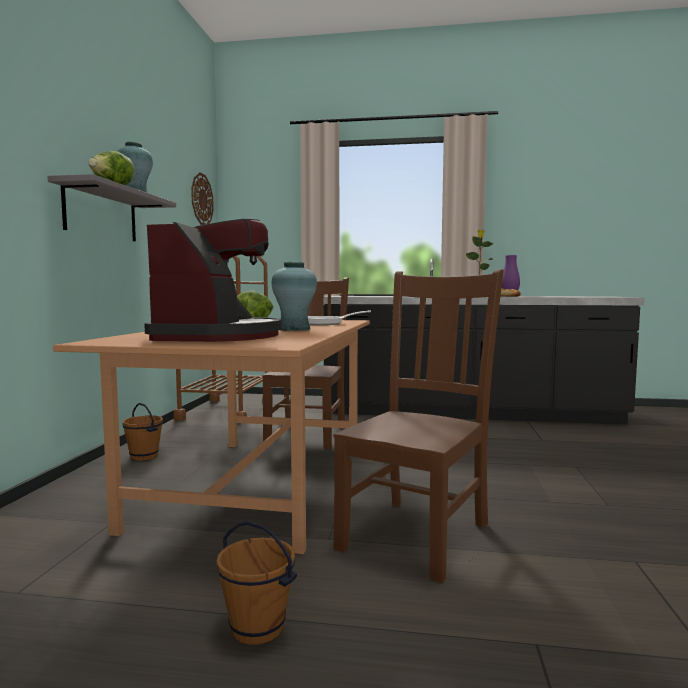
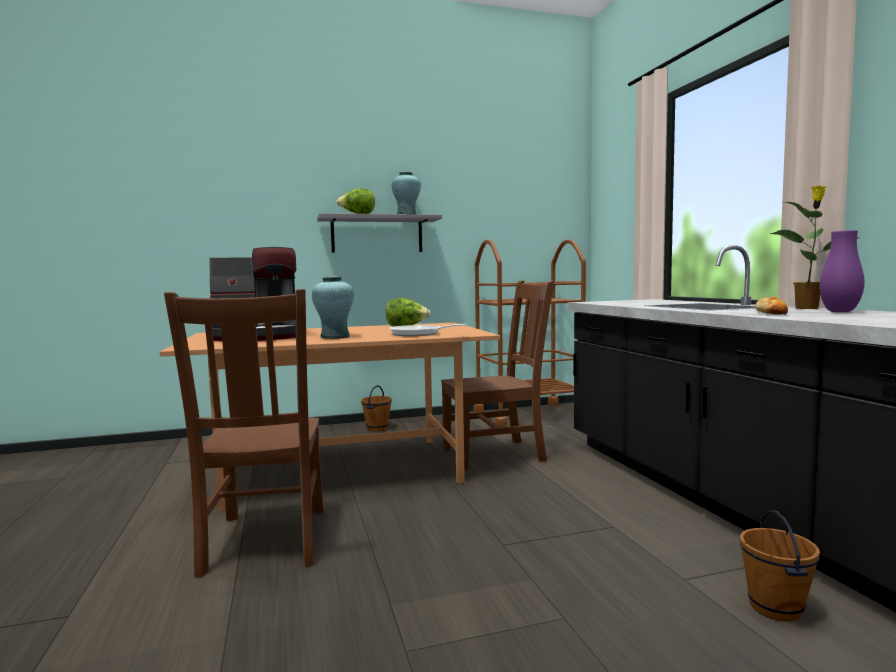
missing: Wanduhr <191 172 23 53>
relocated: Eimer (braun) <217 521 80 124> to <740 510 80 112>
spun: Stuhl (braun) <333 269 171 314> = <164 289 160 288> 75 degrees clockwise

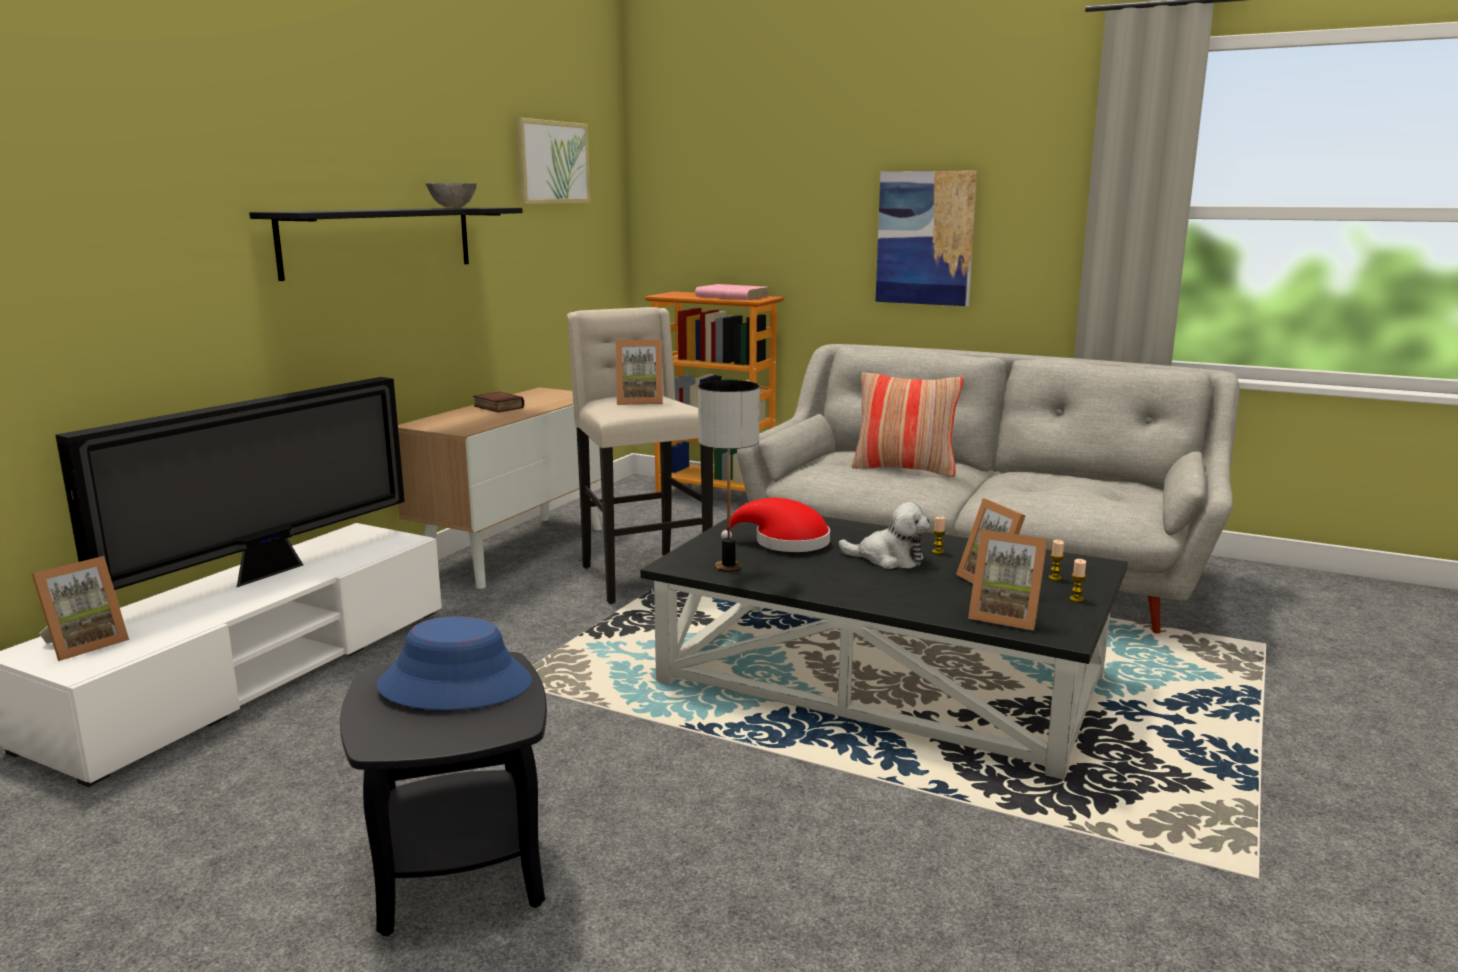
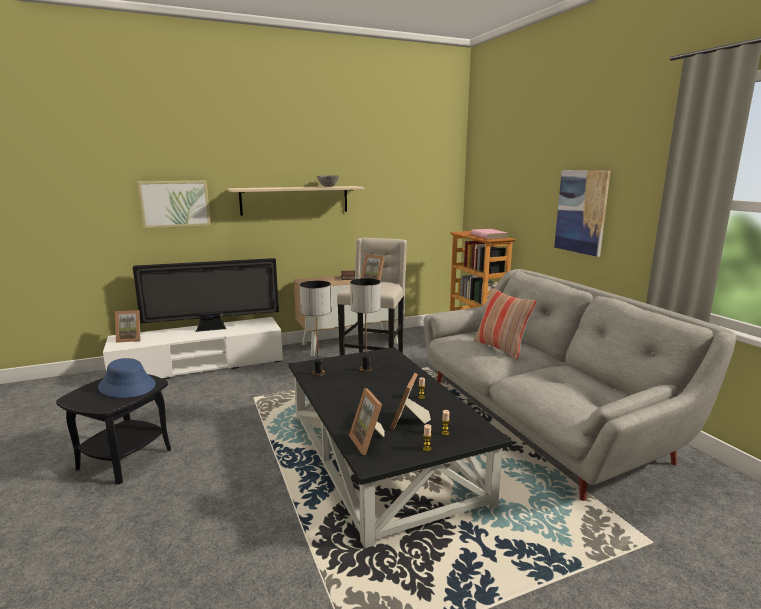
missing: Plüschtier <838 502 92 67>
relocated: Bild <515 118 75 86> to <137 181 74 48>
exchanged: Hut (rot) <721 498 109 54> to Tischlampe <350 278 31 94>
colour: Wandregal (schwarz) <249 207 274 74> to Wandregal (beige) <228 186 136 30>

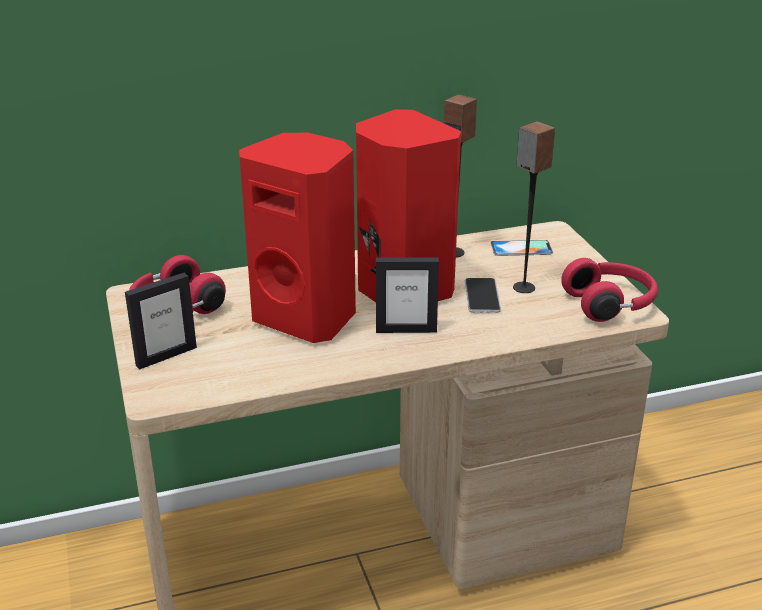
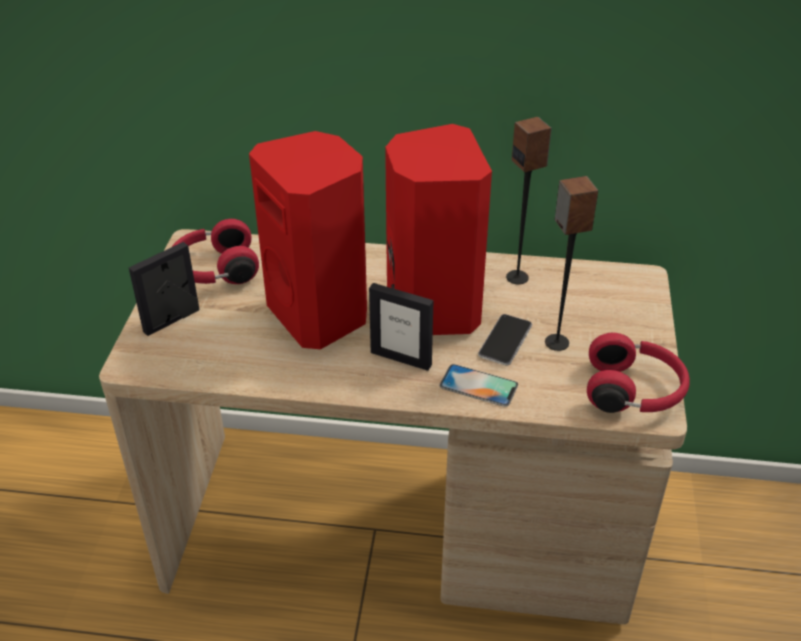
relocated: Handy <491 240 62 16> to <439 364 79 43>
spun: Bilderrahmen <125 273 72 96> = <129 242 71 94> 150 degrees clockwise

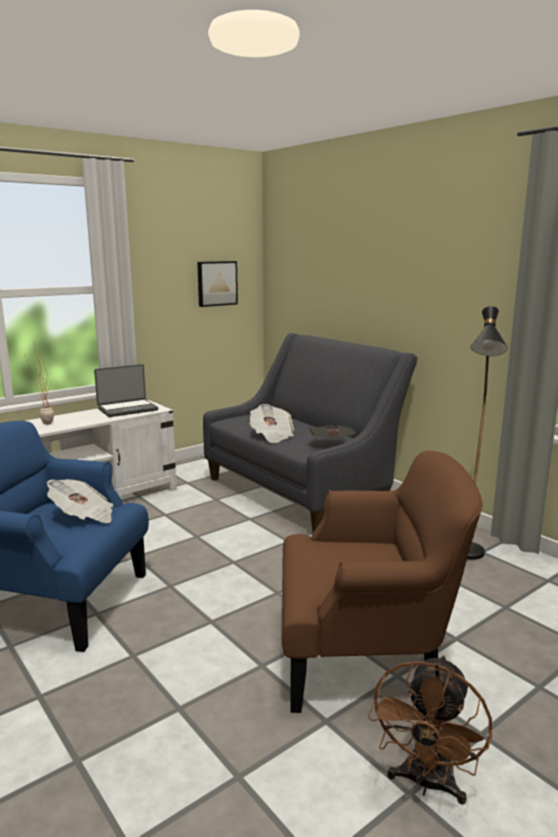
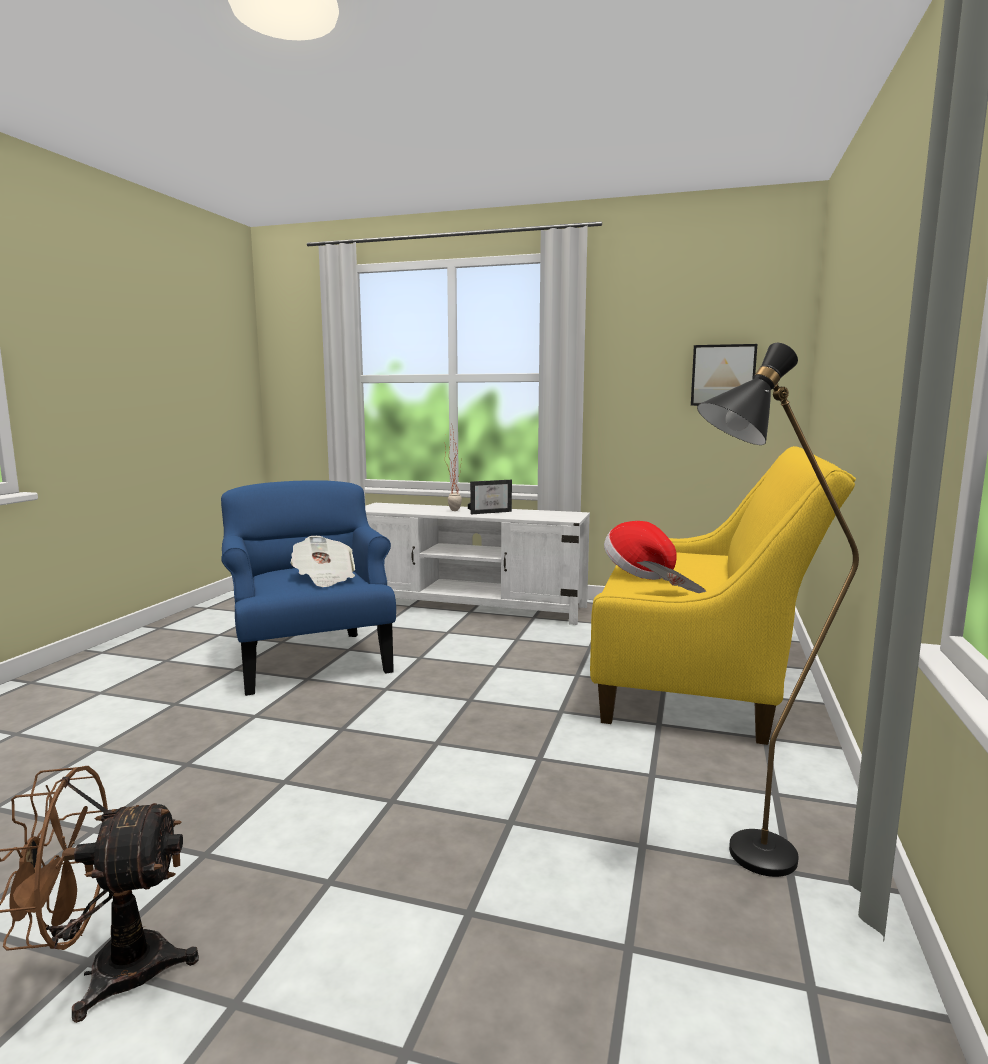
missing: Laptop <94 364 64 53>; Sessel (braun) <282 451 201 262>
appeared: Bilderrahmen <468 480 44 35>
exchanged: Zeitung <250 404 44 39> to Hut <604 521 73 60>
colour: Sofa (grau) <203 333 215 200> to Sofa (gelb) <590 446 266 299>

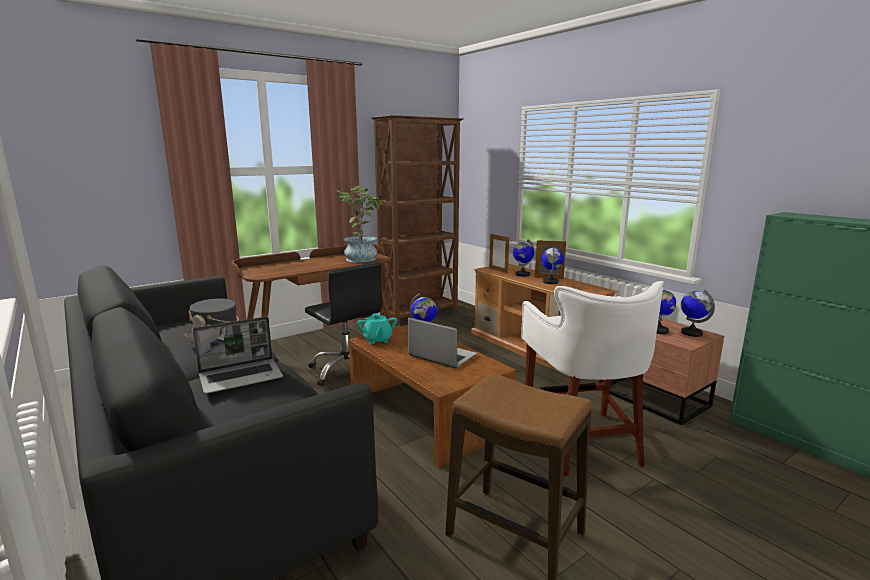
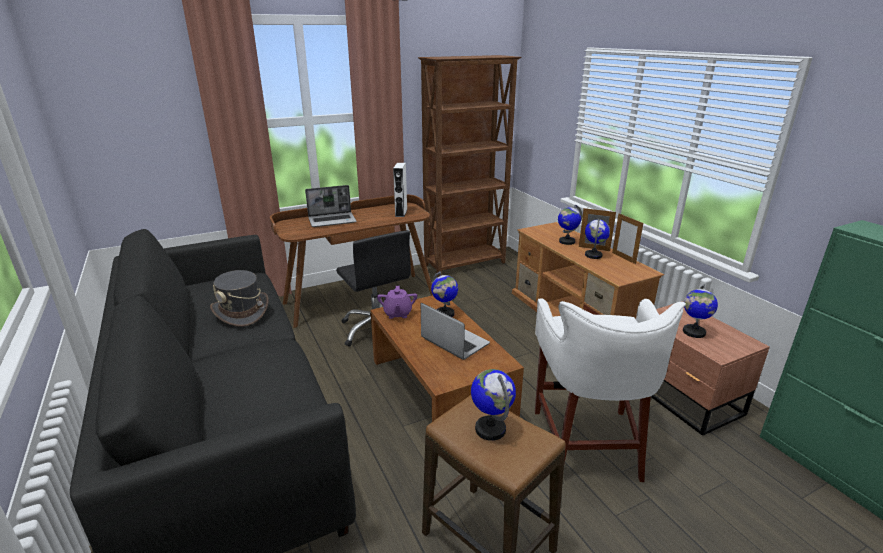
relocated: Laptop <193 316 90 78> to <305 185 52 42>; Globus <681 290 34 47> to <471 369 45 72>; Bilderrahmen <489 234 20 39> to <612 213 31 51>
exchanged: Topfpflanze <337 186 46 77> to Lautsprecher (weiß) <393 163 14 54>
colour: Teekanne (türkis) <357 313 40 31> to Teekanne (lila) <377 286 40 33>

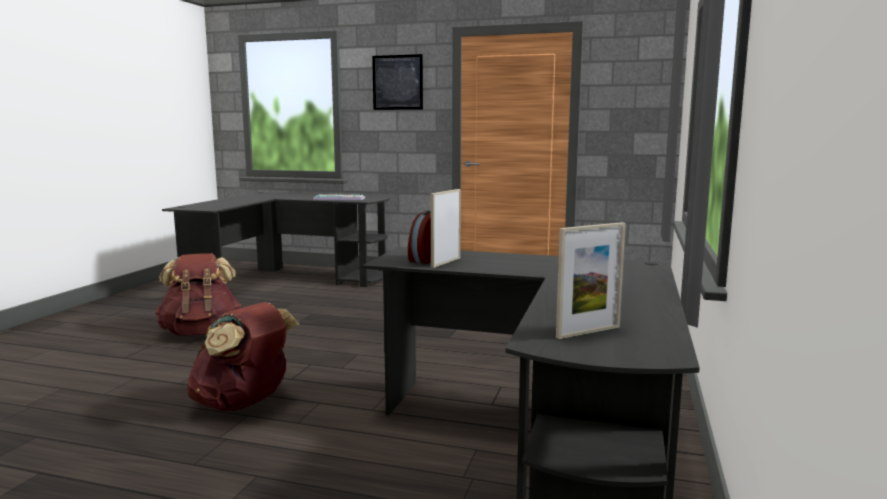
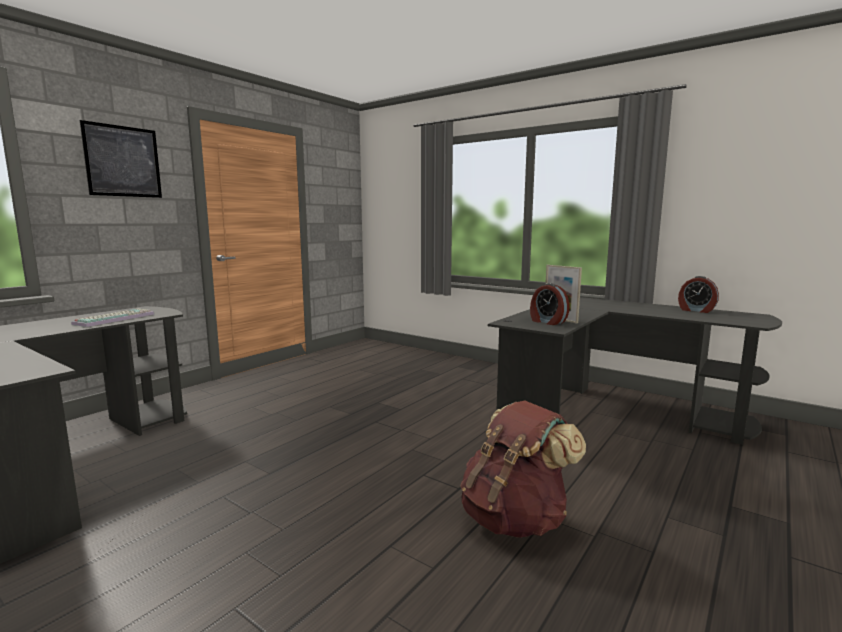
missing: Rucksack (braun) <155 253 86 83>; Bilderrahmen <556 222 70 117>
appeared: Wecker <678 276 41 37>

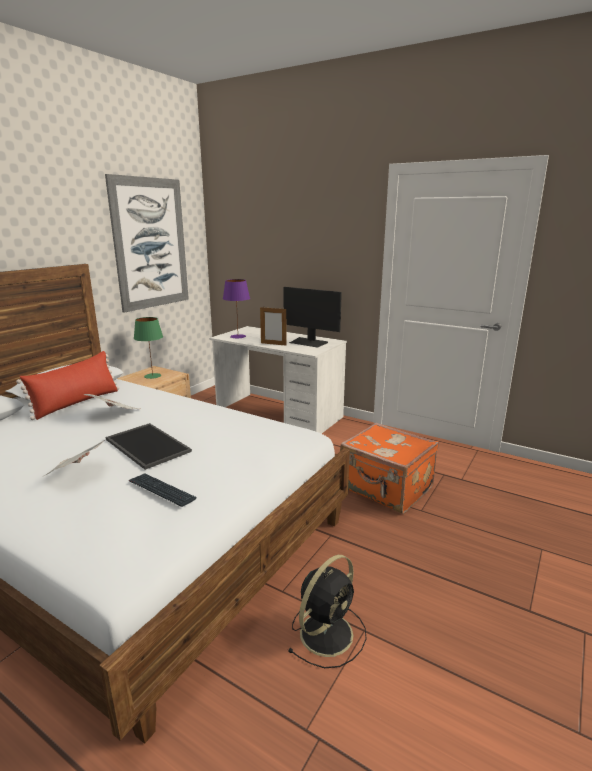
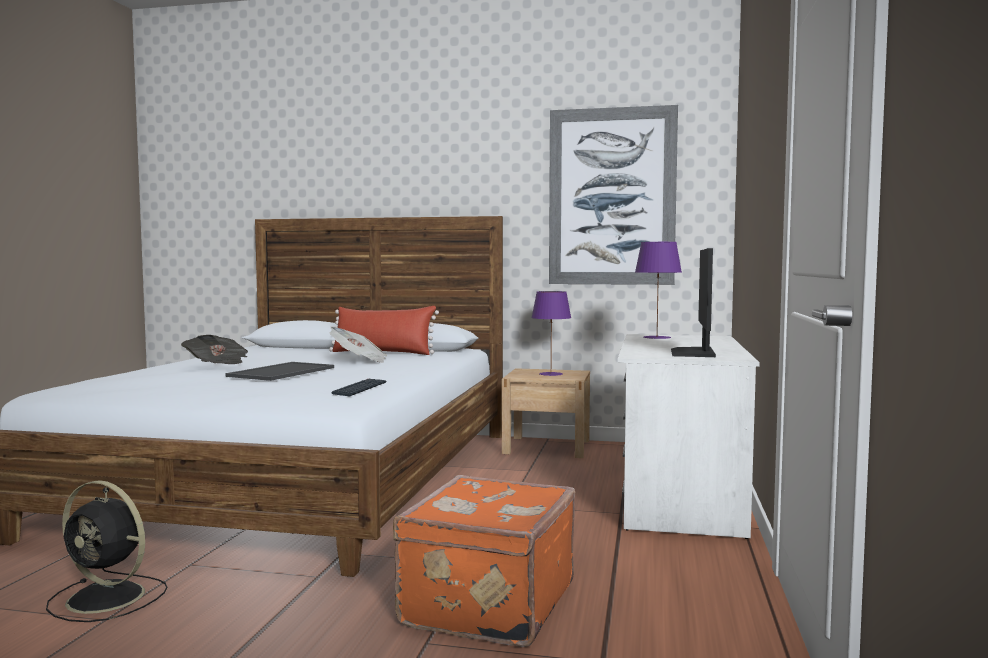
missing: Bilderrahmen <260 306 27 40>
relocated: Tastatur <129 473 68 34> to <332 379 55 17>
colour: Tischlampe (grün) <134 317 29 62> to Tischlampe (lila) <531 291 40 85>

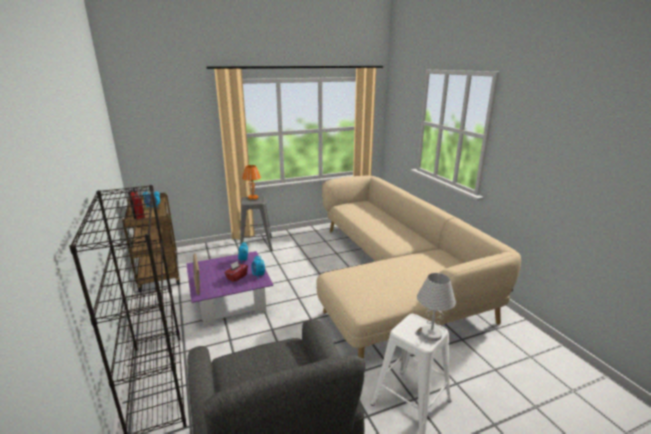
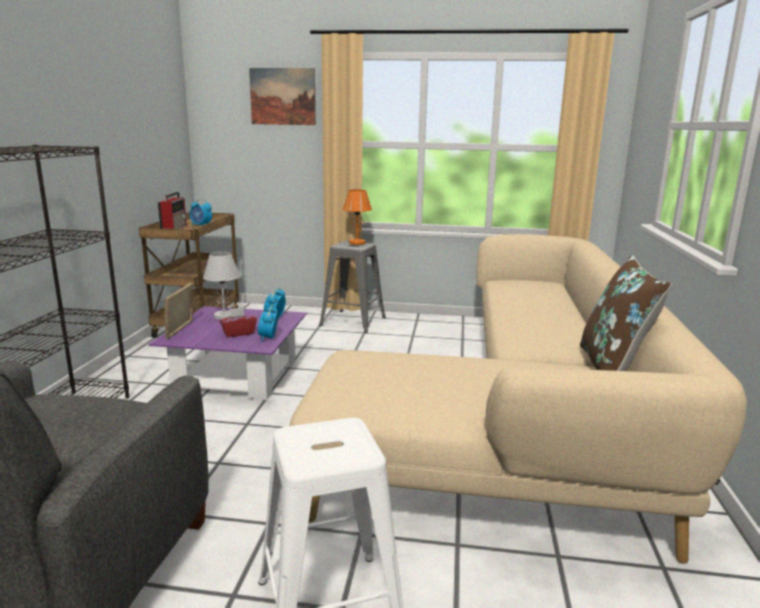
appeared: Bild <249 68 67 57>; Kissen (braun) <580 255 92 116>
relocated: Tischlampe (weiß) <417 273 39 68> to <203 252 37 68>

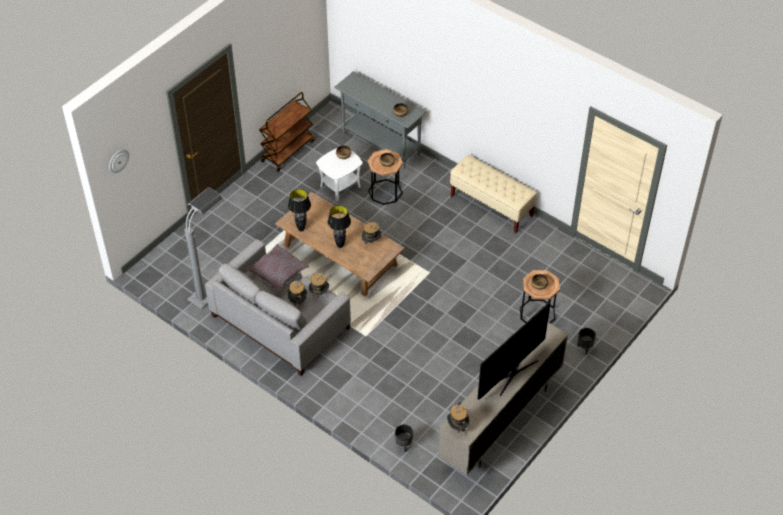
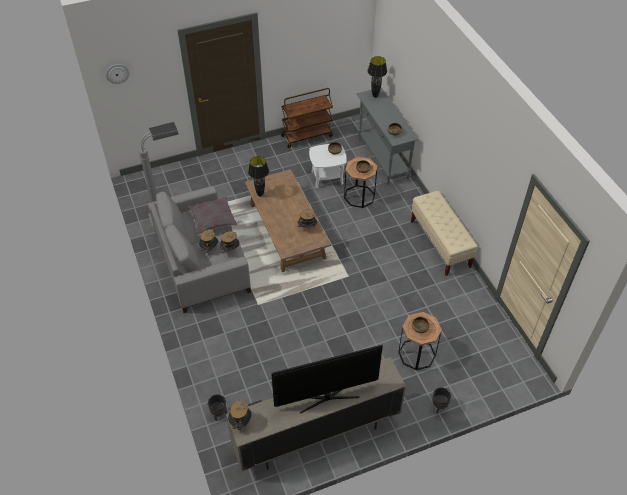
relocated: Tischlampe (schwarz) <328 205 23 43> to <367 56 20 42>

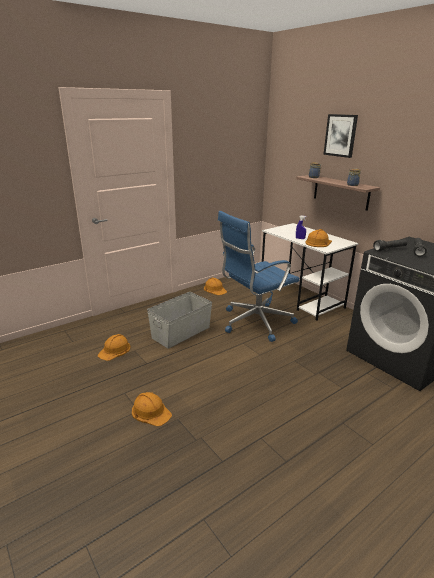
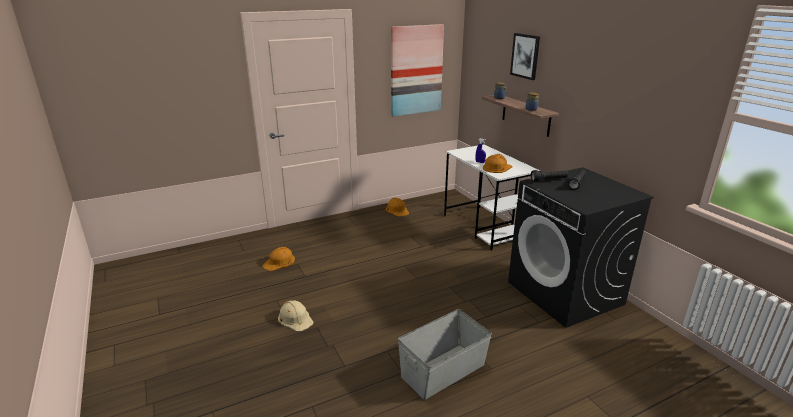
missing: Bürostuhl (blau) <218 211 82 131>
appeared: Bild <391 24 53 93>
relocated: Aufbewahrungsbox (grau) <147 292 65 57> to <398 309 94 91>
colour: Schutzhelm (orange) <132 392 40 34> to Schutzhelm (beige) <278 300 35 31>

